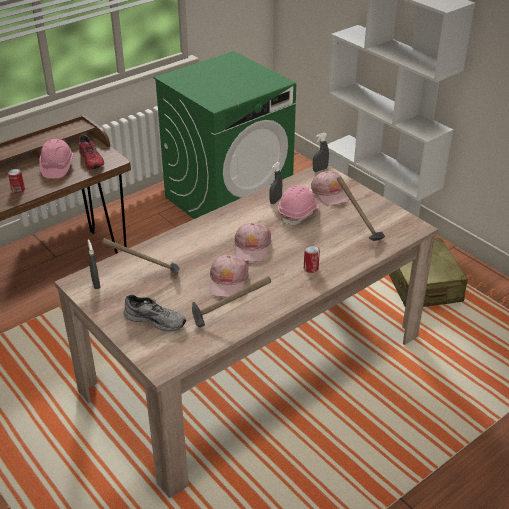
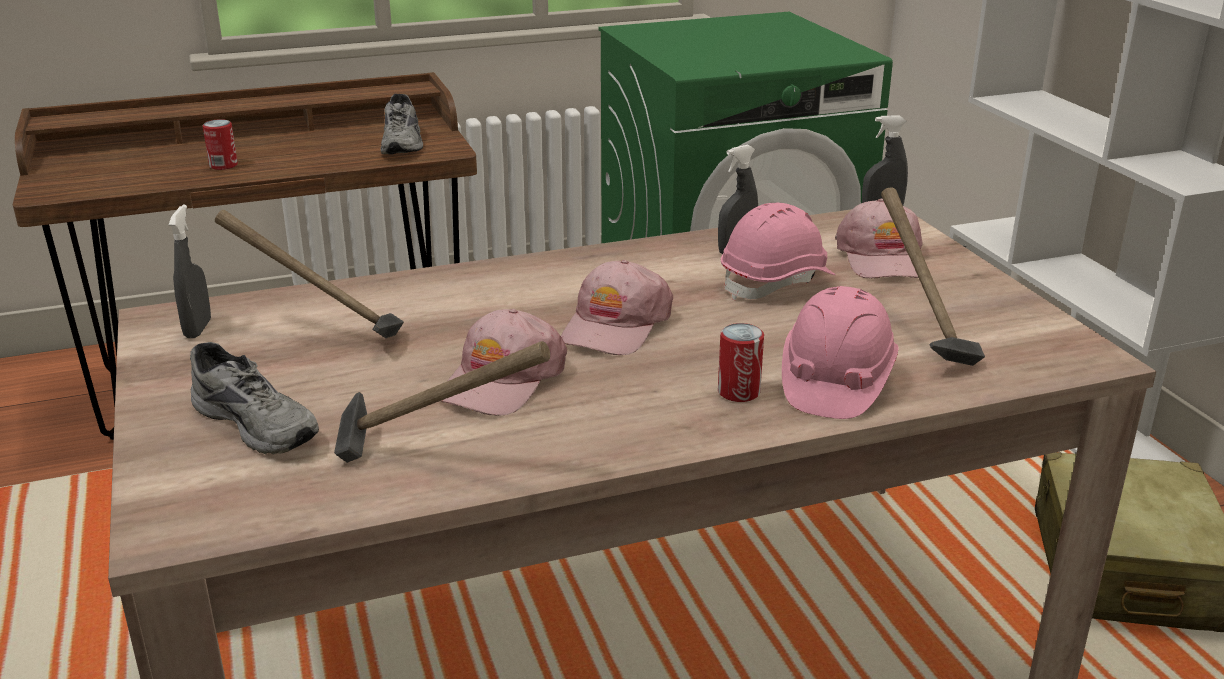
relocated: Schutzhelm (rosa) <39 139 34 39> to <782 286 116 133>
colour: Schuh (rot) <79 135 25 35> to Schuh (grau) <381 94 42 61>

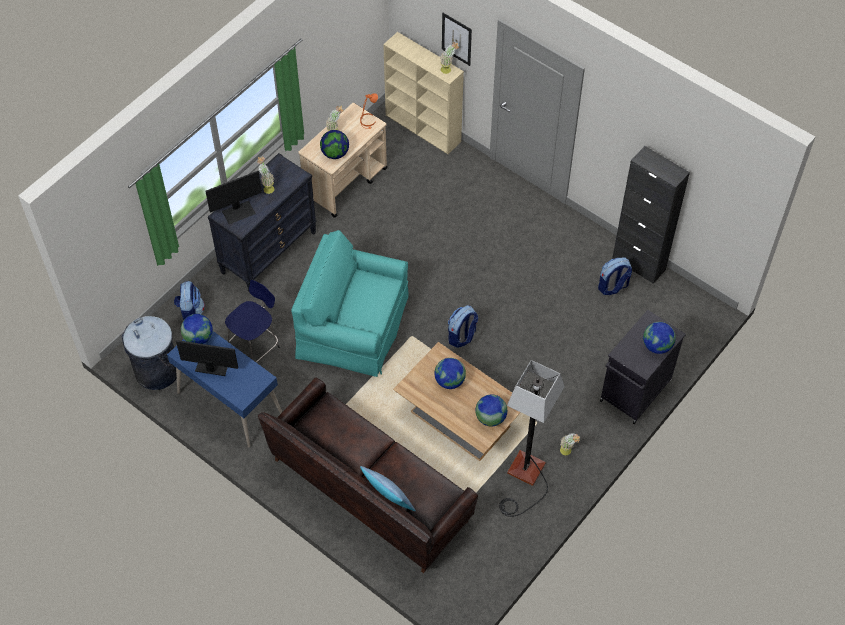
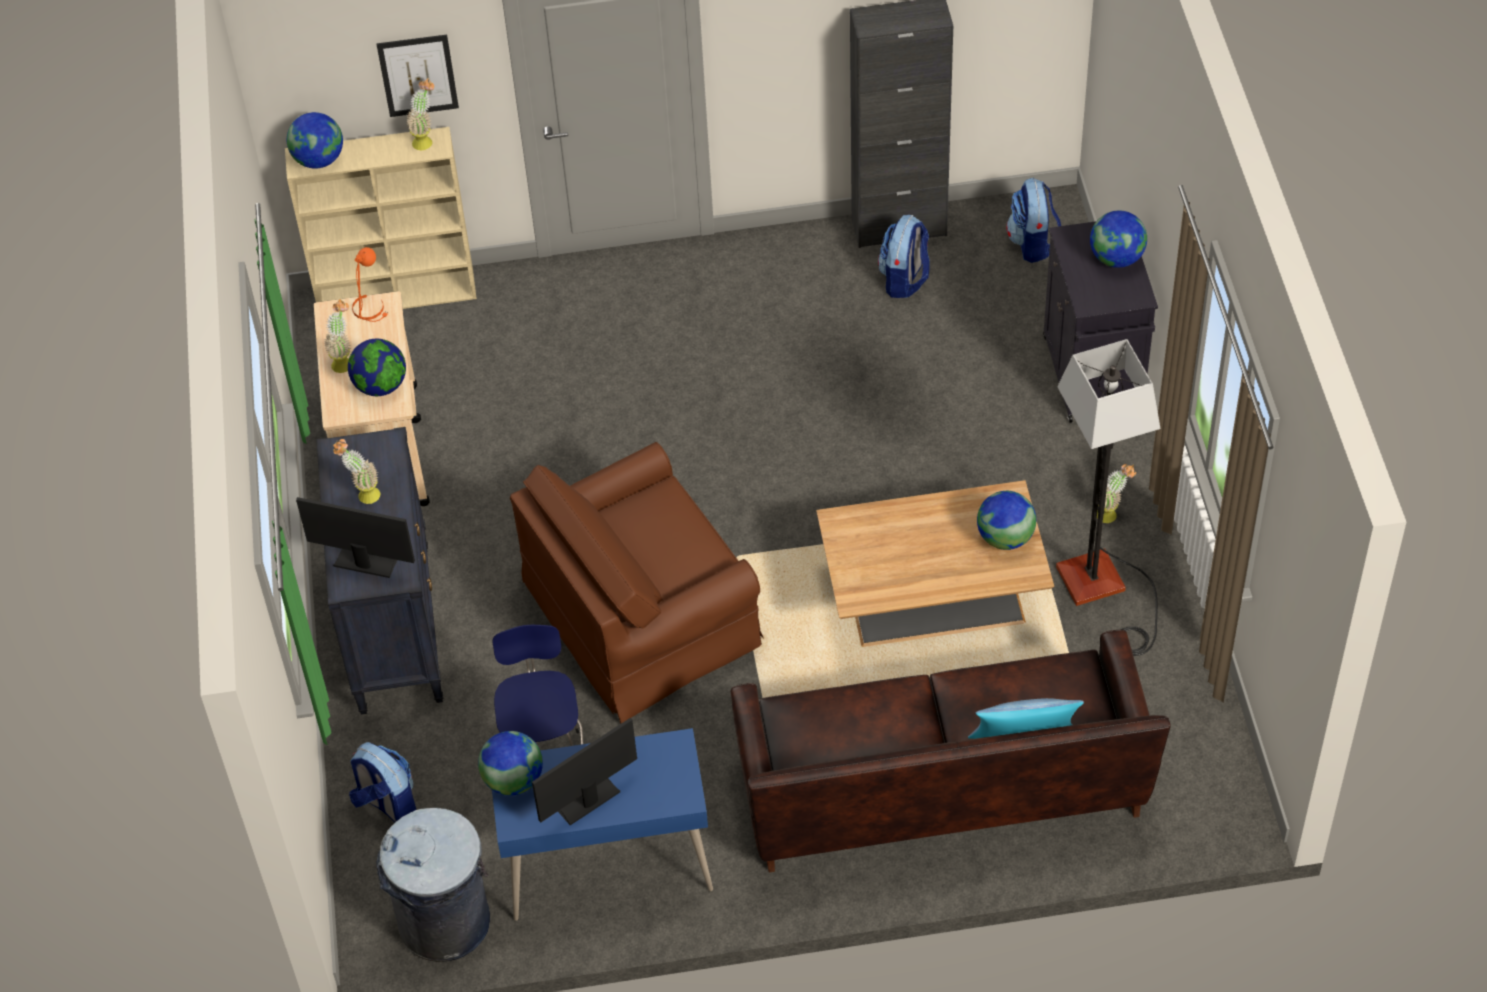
relocated: Globus <434 358 32 31> to <287 112 56 56>; Rucksack <448 305 30 43> to <1006 178 55 85>
colour: Sessel (türkis) <291 230 118 147> to Sessel (braun) <510 442 254 282>
spun: Monitor <205 171 57 53> = <296 497 119 81> 90 degrees counterclockwise

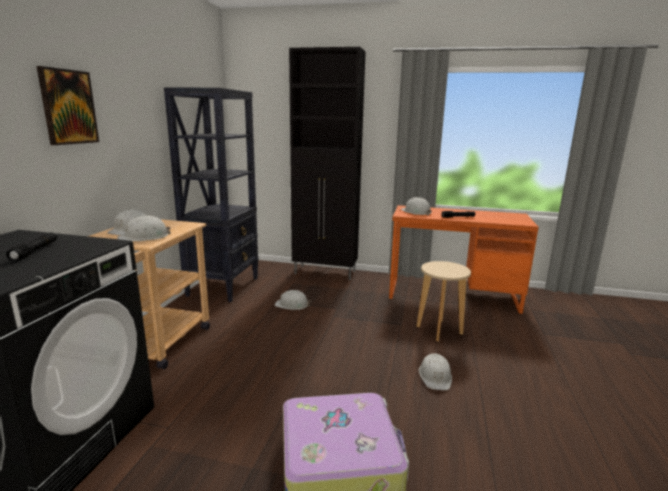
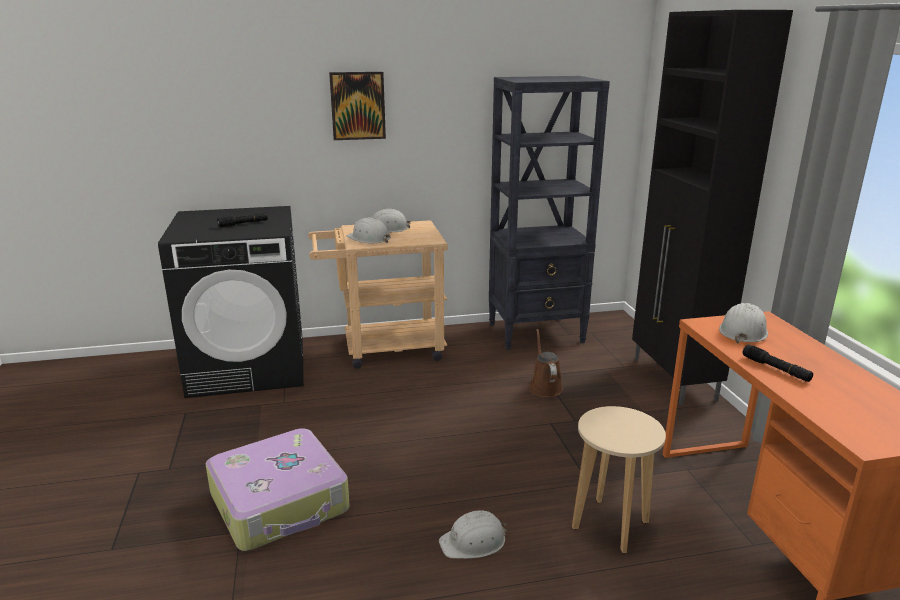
exchanged: Schutzhelm (weiß) <275 290 36 20> to Gießkanne (braun) <529 329 34 69>

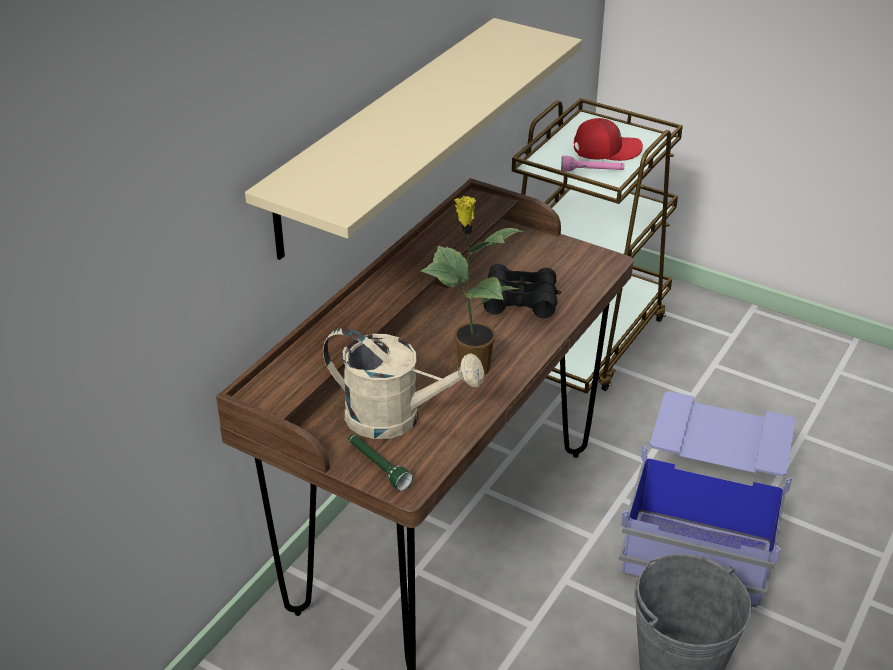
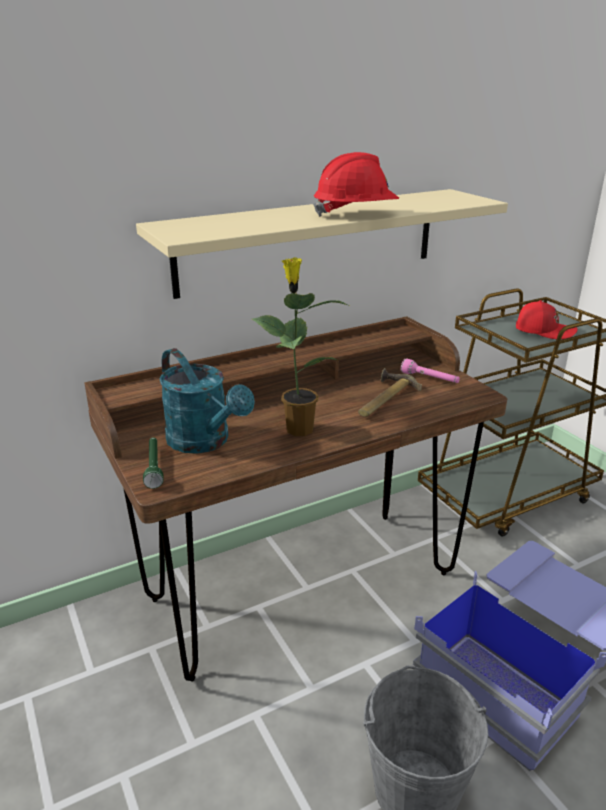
appeared: Schutzhelm (rot) <313 152 86 65>
relocated: Taschenlampe (rosa) <561 156 63 16> to <401 358 59 25>
exchanged: Fernglas (schwarz) <483 264 78 54> to Hammer <358 368 64 49>
colour: Gießkanne (beige) <323 328 161 111> to Gießkanne (türkis) <159 348 96 106>

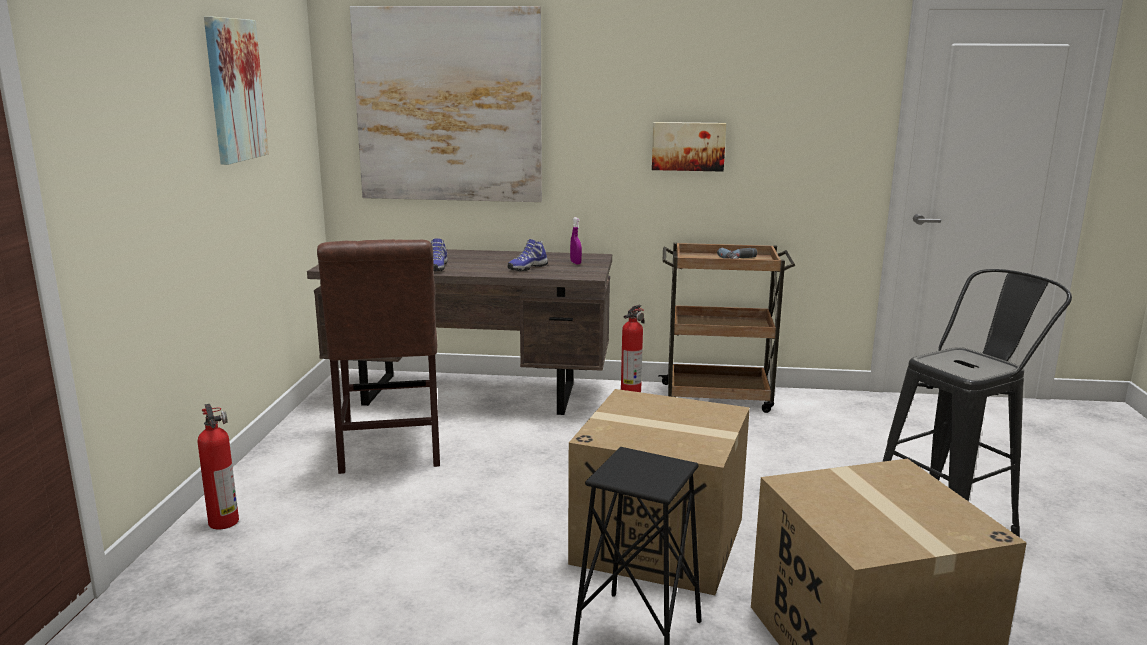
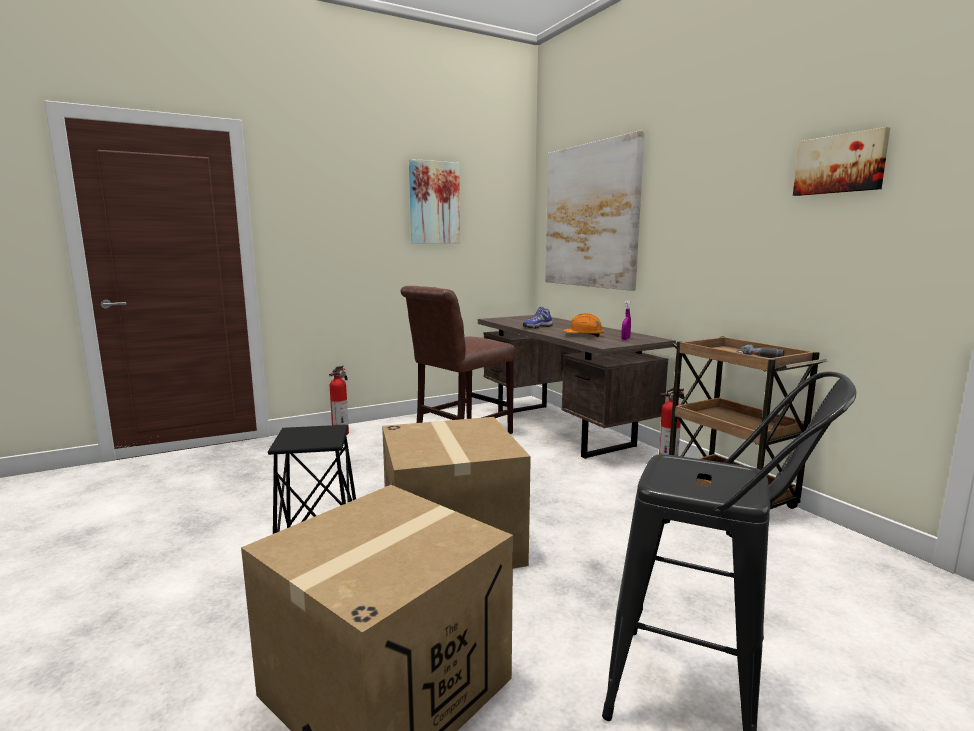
relocated: Bild <652 122 74 50> to <793 127 97 69>
exchanged: Schuh <508 239 40 32> to Schutzhelm (orange) <563 313 41 24>

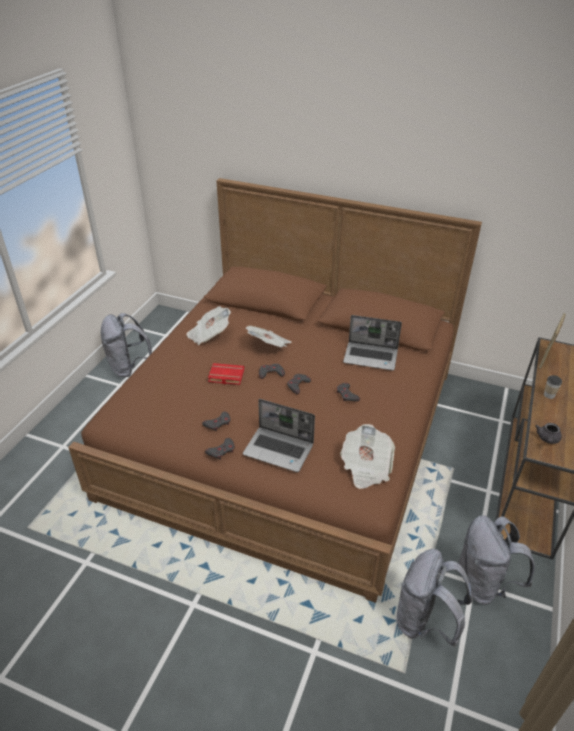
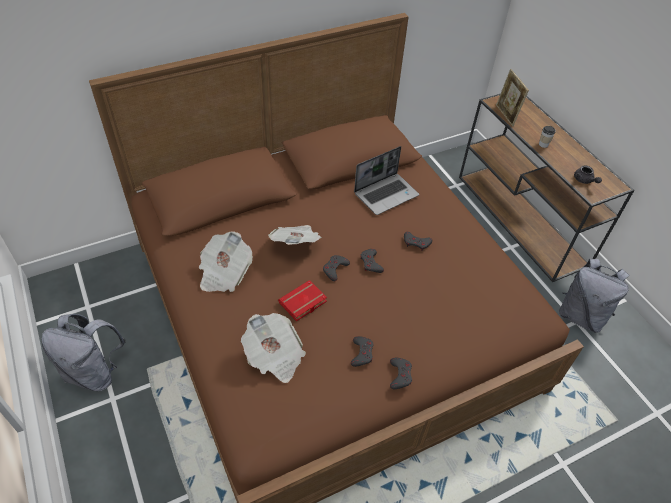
missing: Laptop <243 399 72 73>; Rucksack (grau) <397 549 75 98>
relocated: Zeitung <340 424 55 65> to <241 313 65 70>

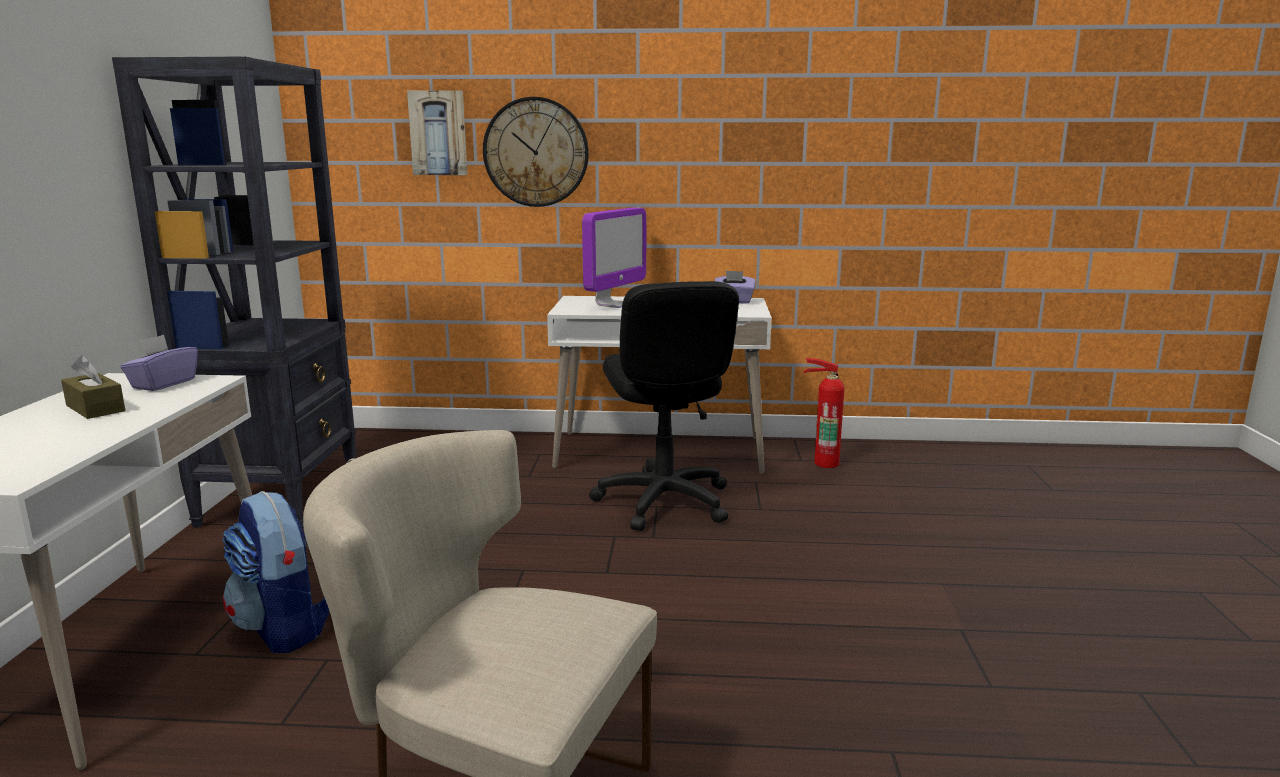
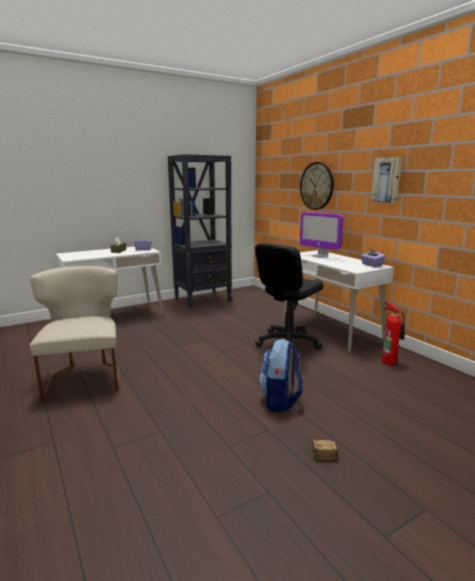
appeared: Aufbewahrungsbox <284 424 54 36>
relocated: Rucksack <222 491 107 162> to <258 339 45 73>; Bild <407 90 60 85> to <371 157 31 46>
spun: Monitor <582 207 64 101> = <300 212 44 46> 45 degrees clockwise

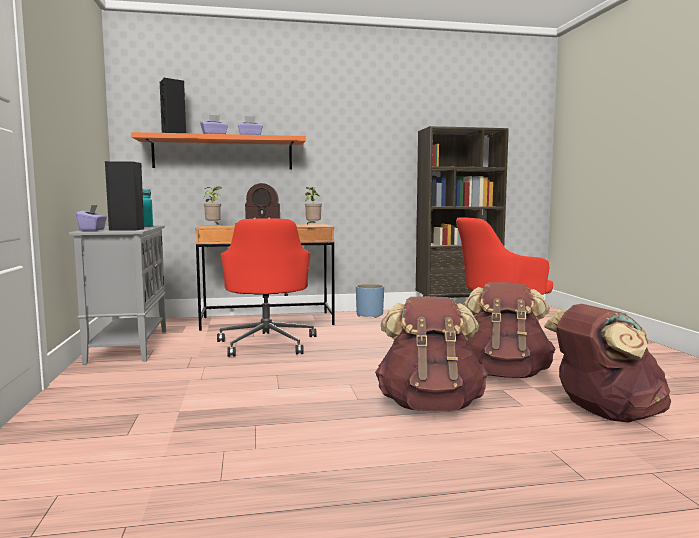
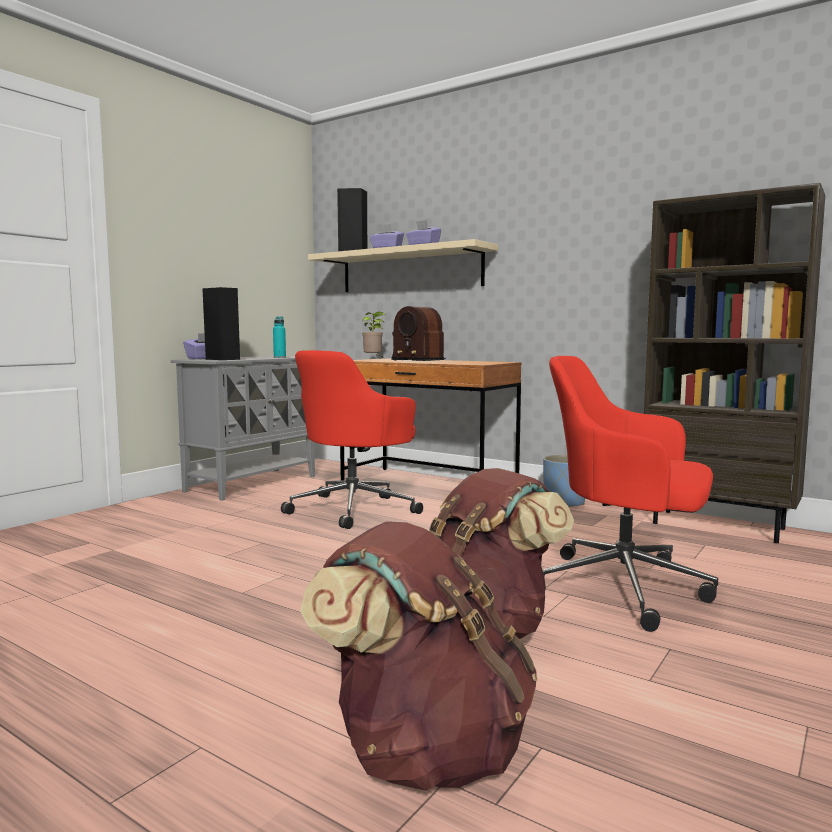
missing: Topfpflanze <305 187 17 38>; Rucksack (braun) <375 296 113 115>
colour: Wandregal (orange) <131 132 175 37> to Wandregal (beige) <308 239 190 53>

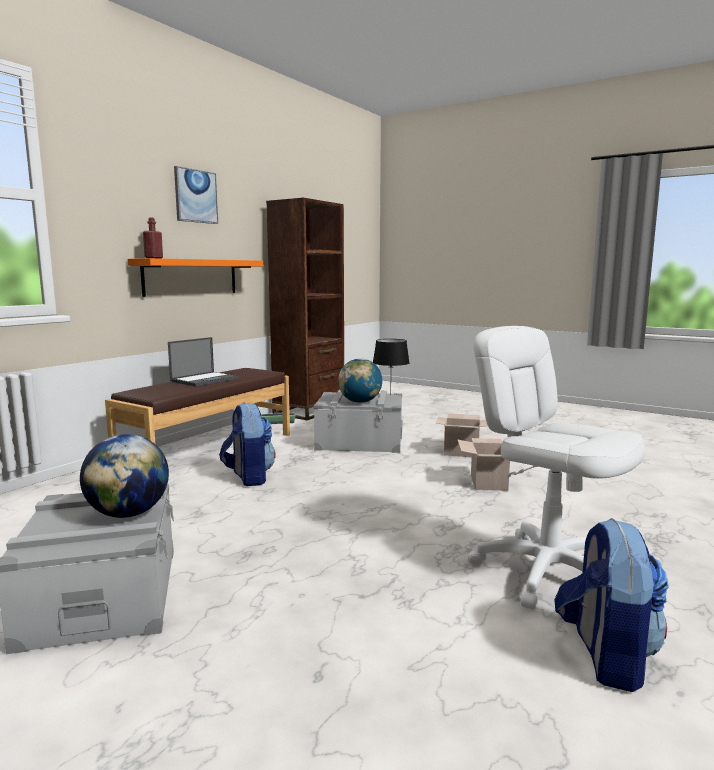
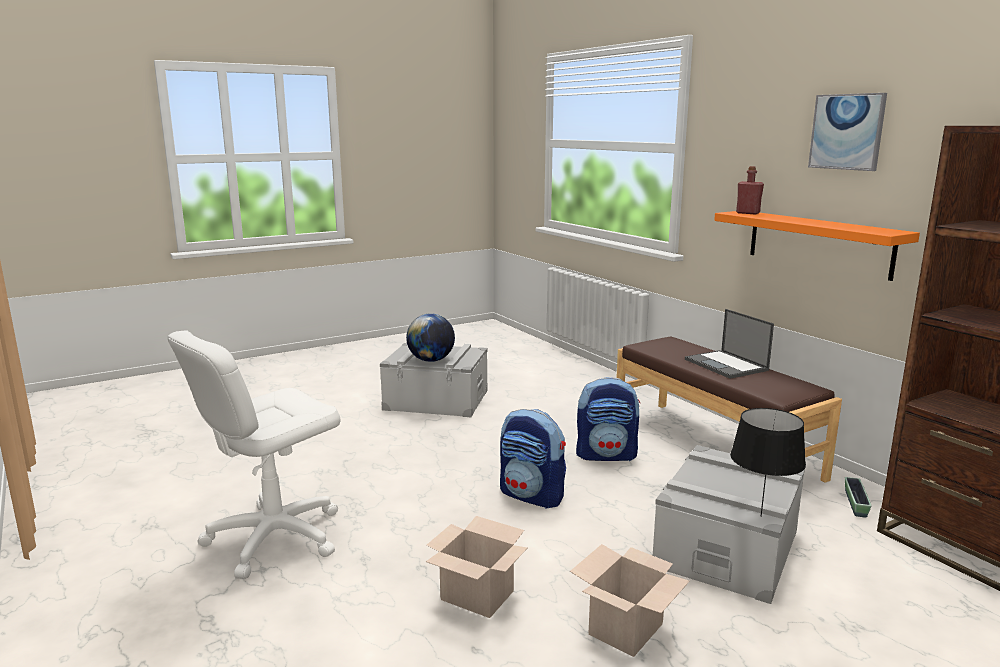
missing: Globus <338 359 44 44>
relocated: Rucksack <554 518 115 174> to <500 409 66 100>
spun: Bürostuhl (weiß) <468 326 177 284> = <168 330 172 249> 150 degrees clockwise

